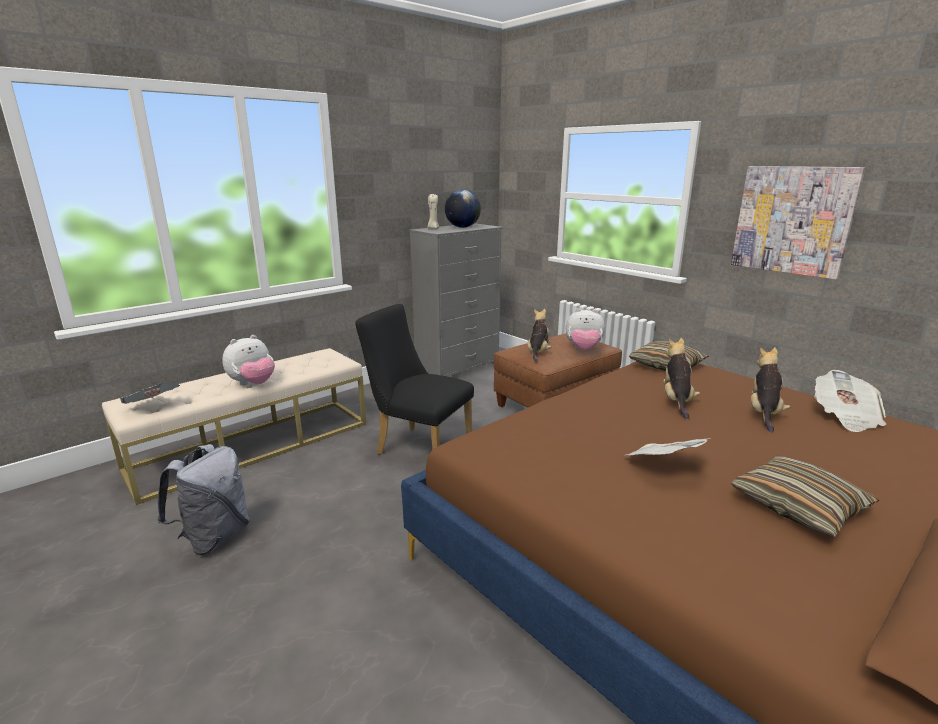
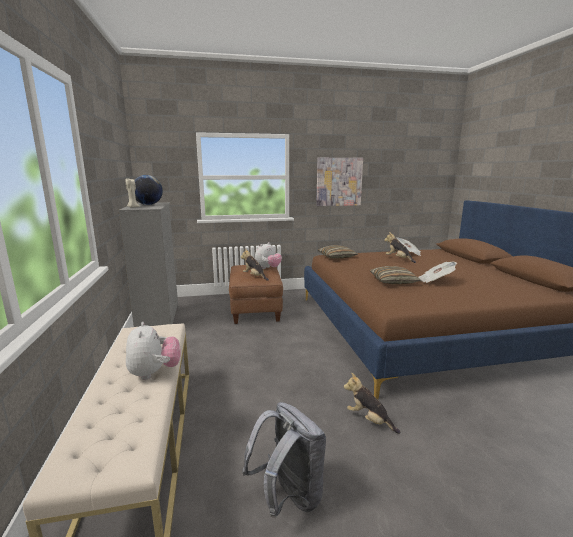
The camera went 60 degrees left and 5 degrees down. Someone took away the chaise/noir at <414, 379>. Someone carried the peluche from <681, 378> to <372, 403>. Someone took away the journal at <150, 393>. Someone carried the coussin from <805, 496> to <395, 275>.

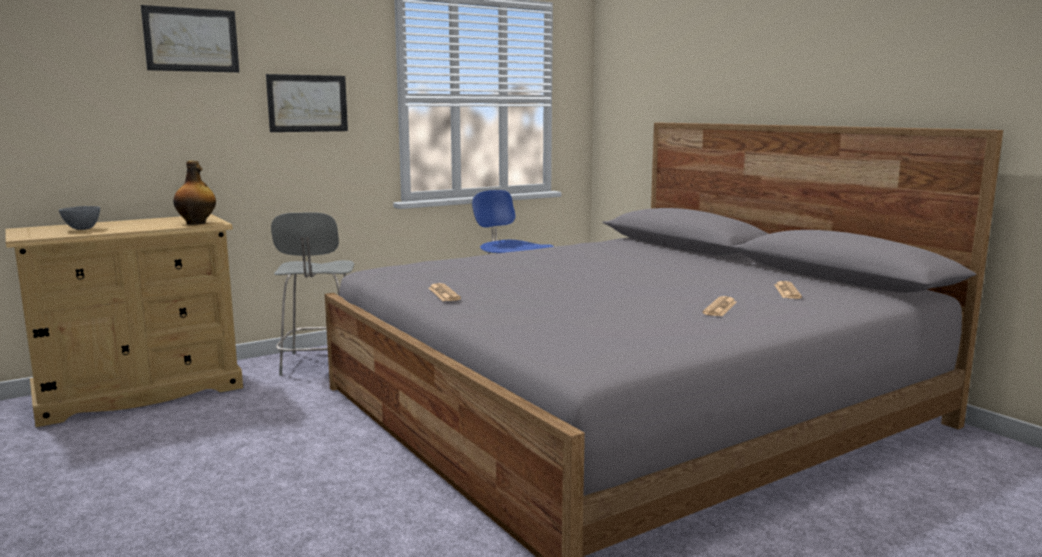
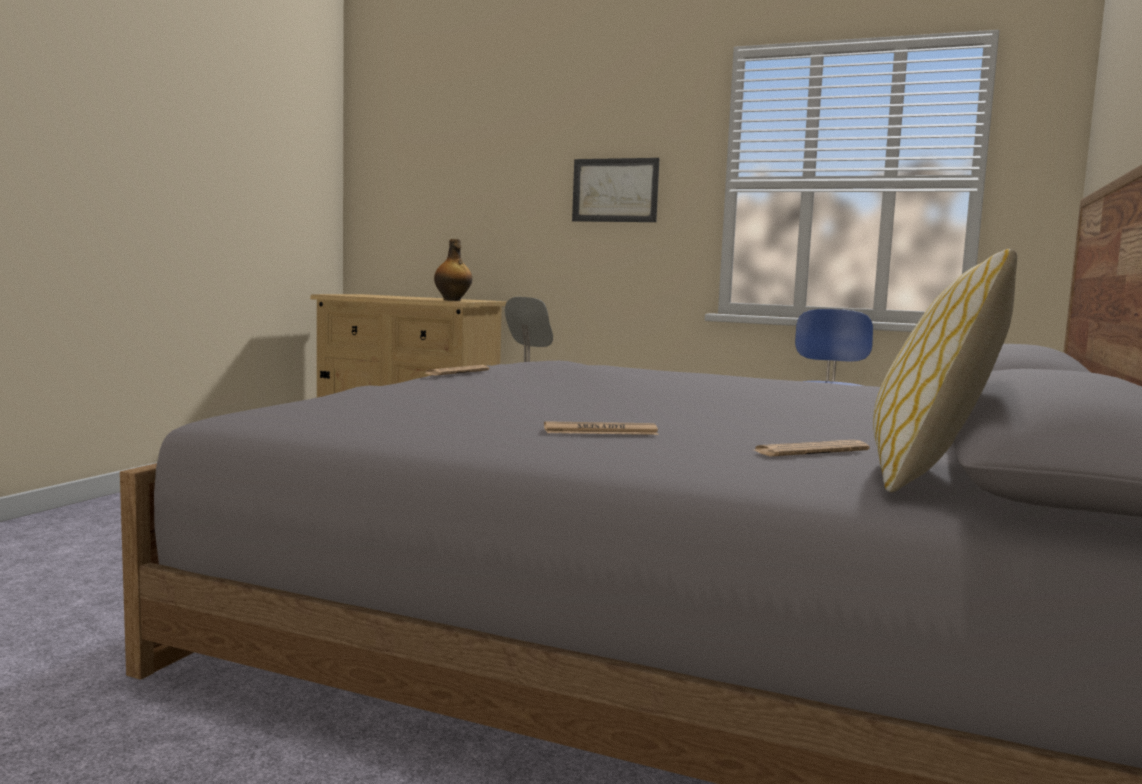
The camera went 55 degrees right and 5 degrees down. Someone took away the tableau at <190, 38>. Someone took away the bol/gris at <79, 218>. Someone put down the coussin at <945, 371>.

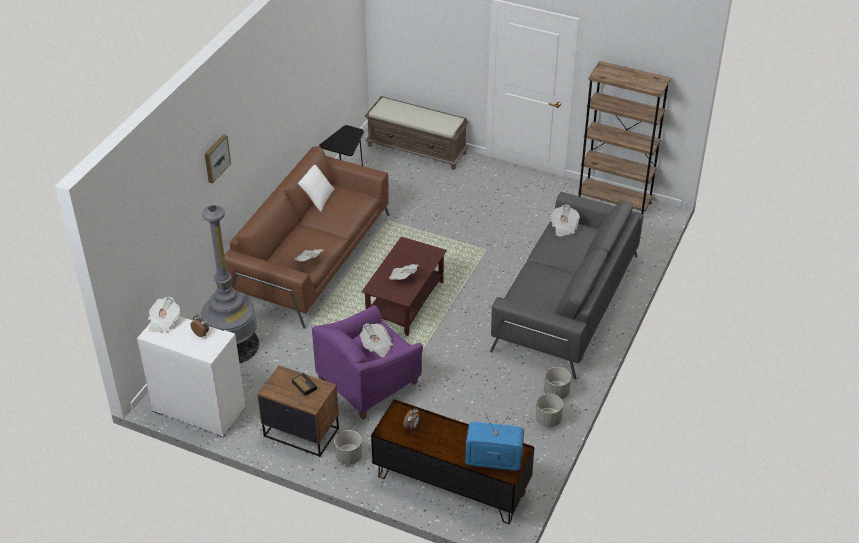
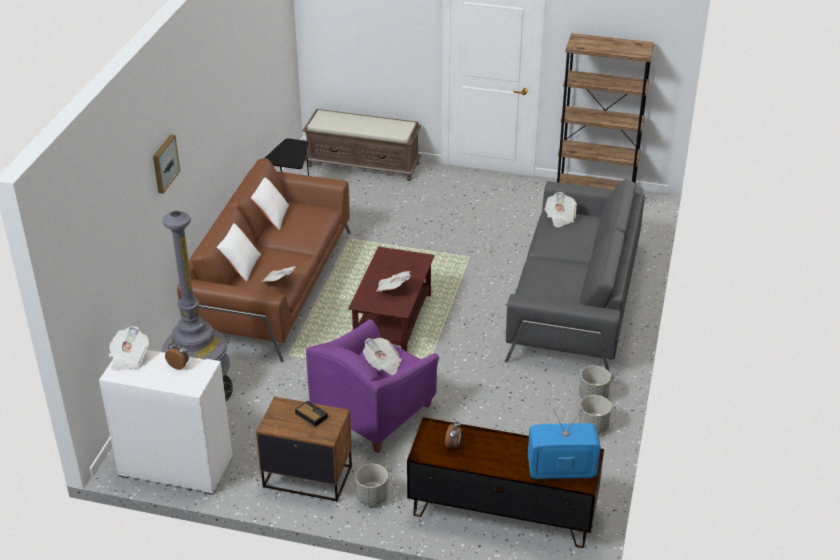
The camera went 10 degrees left and 5 degrees down. Someone put down the coussin/blanc at <239, 252>.

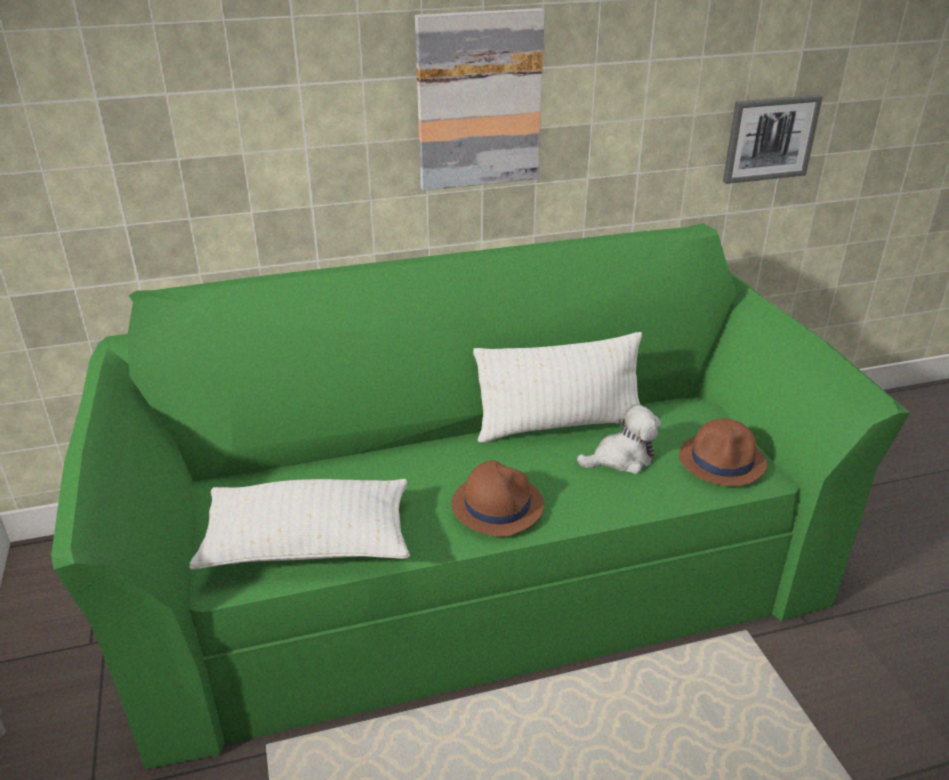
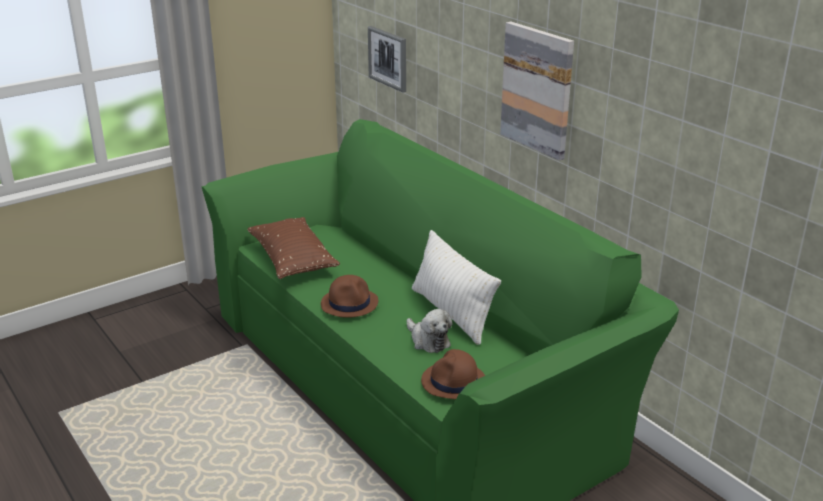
The camera went 70 degrees right and 5 degrees down. Someone carried the tableau from <773, 139> to <387, 59>. Someone repainted the coussin/blanc at <299, 524>, which became the coussin/marron at <293, 248>.

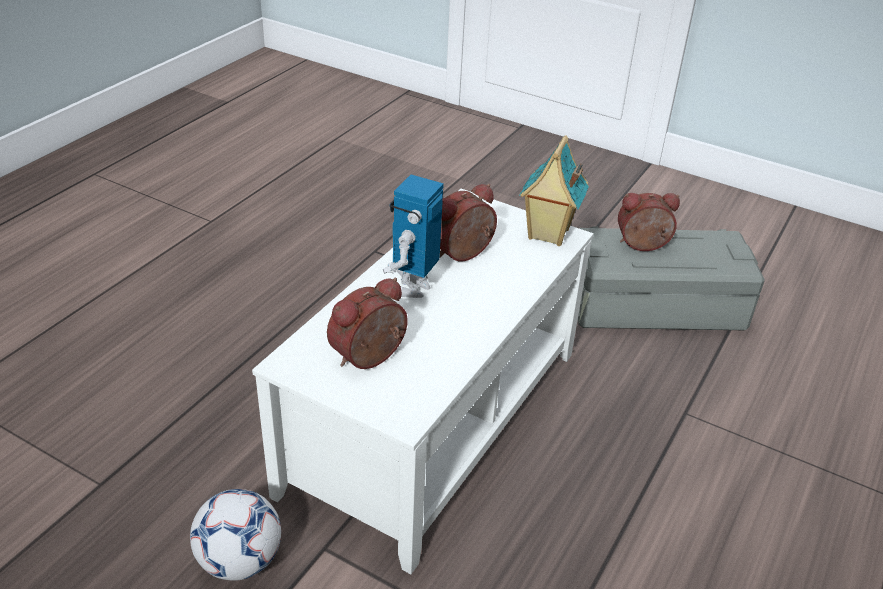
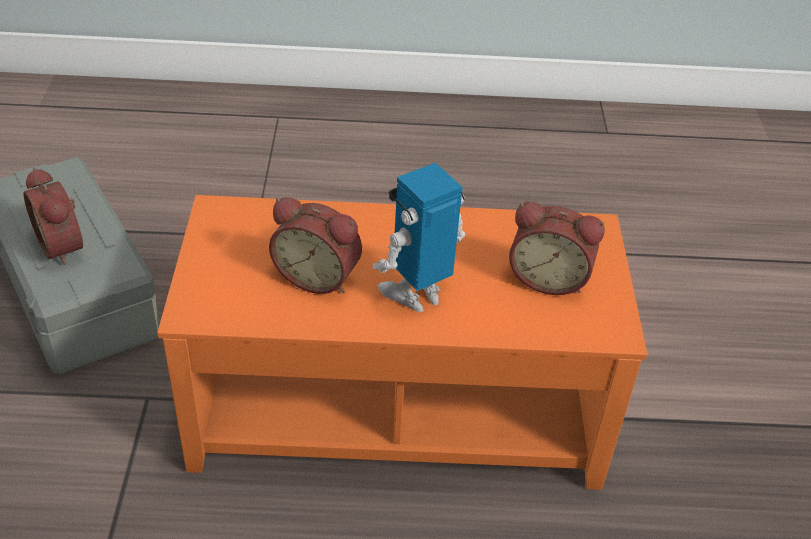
The camera went 120 degrees left and 5 degrees up. Someone took away the maison miniature at <554, 190>. Someone rotated the robot jouet at <413, 236> by 150 degrees clockwise. Someone repainted the table basse/blanc at <422, 381>, which became the table basse/orange at <402, 342>. Someone took away the ballon de foot at <235, 535>.

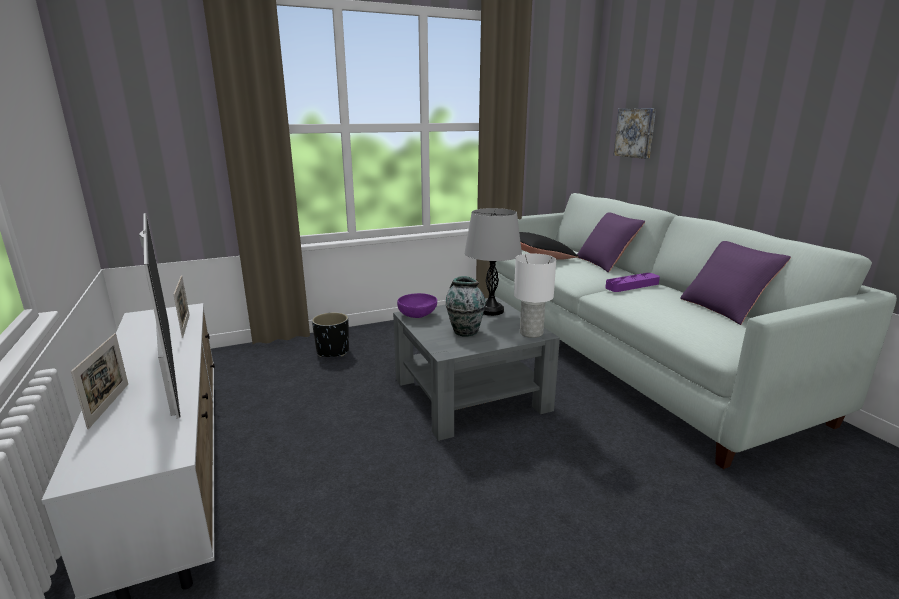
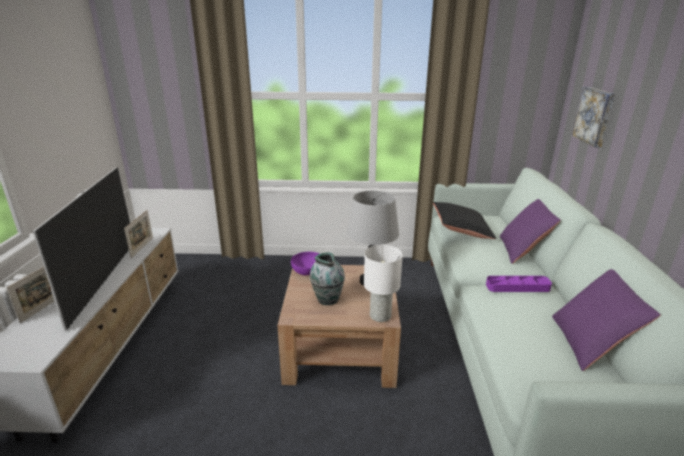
The camera went 25 degrees right and 5 degrees up. Someone repainted the table basse/gris at <476, 369>, which became the table basse/marron at <339, 326>. Someone took away the cache-pot/noir at <330, 334>.

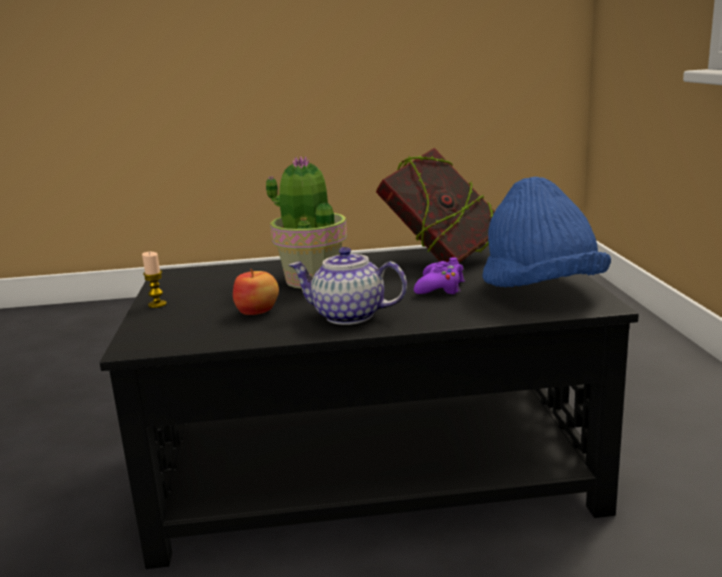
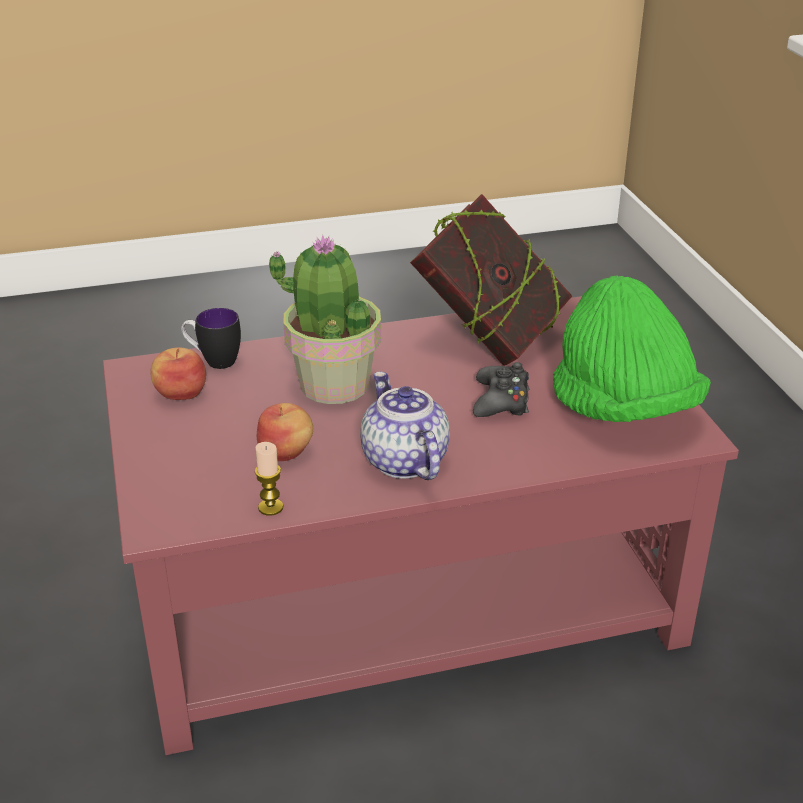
The camera went 10 degrees left and 15 degrees up. Someone repainted the chapeau/bleu at <546, 232>, which became the chapeau/vert at <632, 349>. Someone repainted the table basse/noir at <369, 406>, which became the table basse/rouge at <421, 525>. Someone rotated the théière at <348, 286> by 60 degrees clockwise. Someone carried the bougie from <154, 280> to <269, 479>. Someone repainted the manette/violet at <439, 275>, which became the manette/noir at <501, 389>. Someone put down the mug at <211, 338>. Someone put down the pomme at <178, 374>.

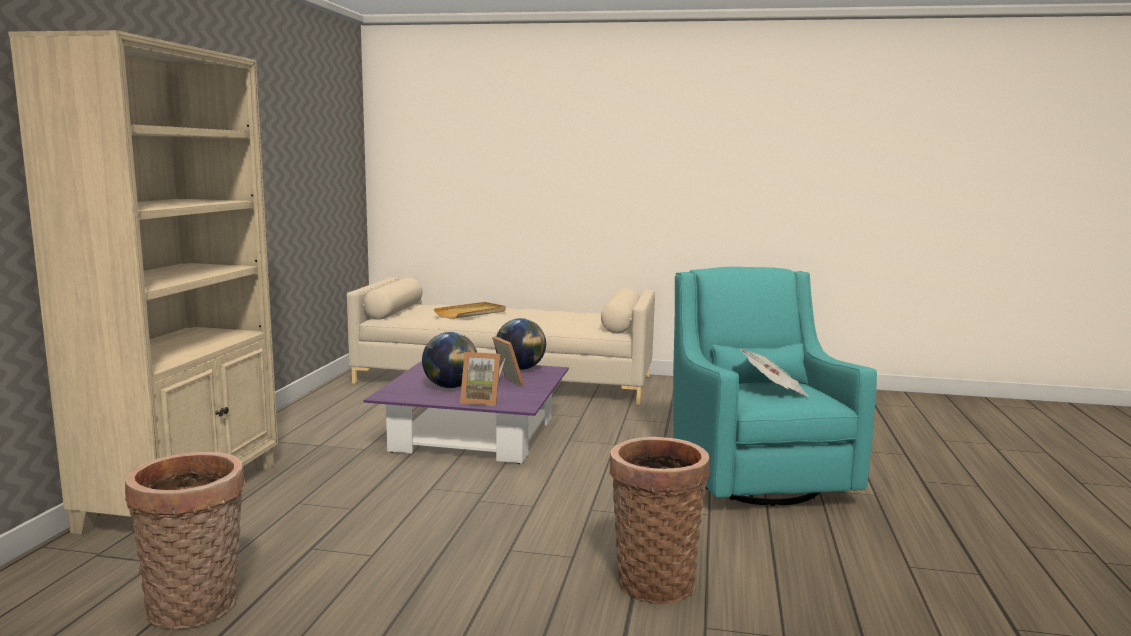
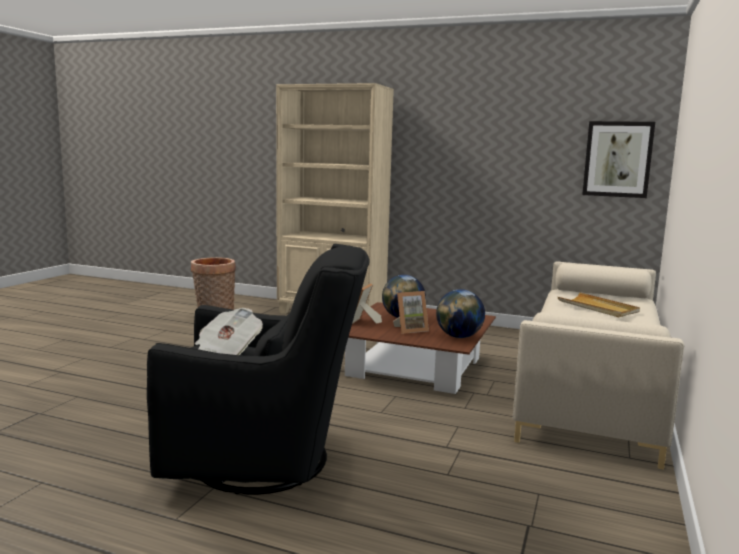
The camera went 100 degrees right and 0 degrees up. Someone repainted the fauteuil/turquoise at <775, 386>, which became the fauteuil/noir at <258, 369>. Someone repainted the table basse/violet at <466, 412>, which became the table basse/marron at <420, 348>. Someone took away the panier at <660, 520>. Someone put up the tableau at <618, 159>.

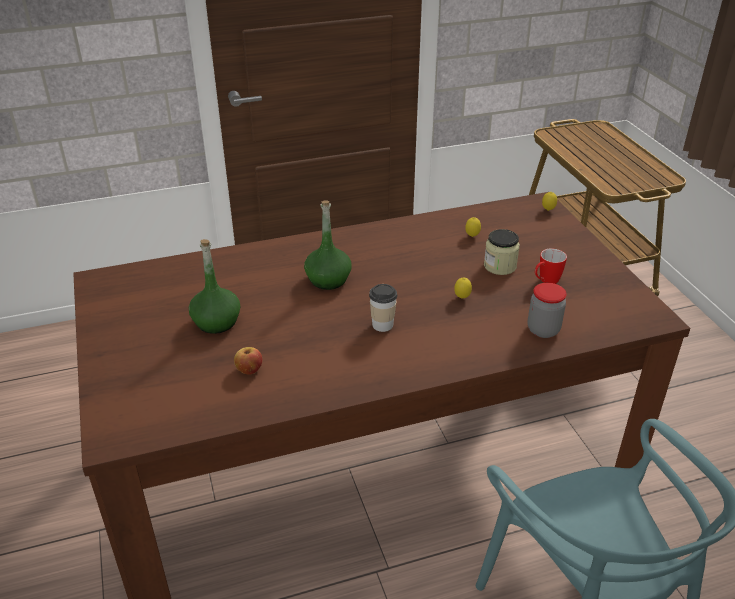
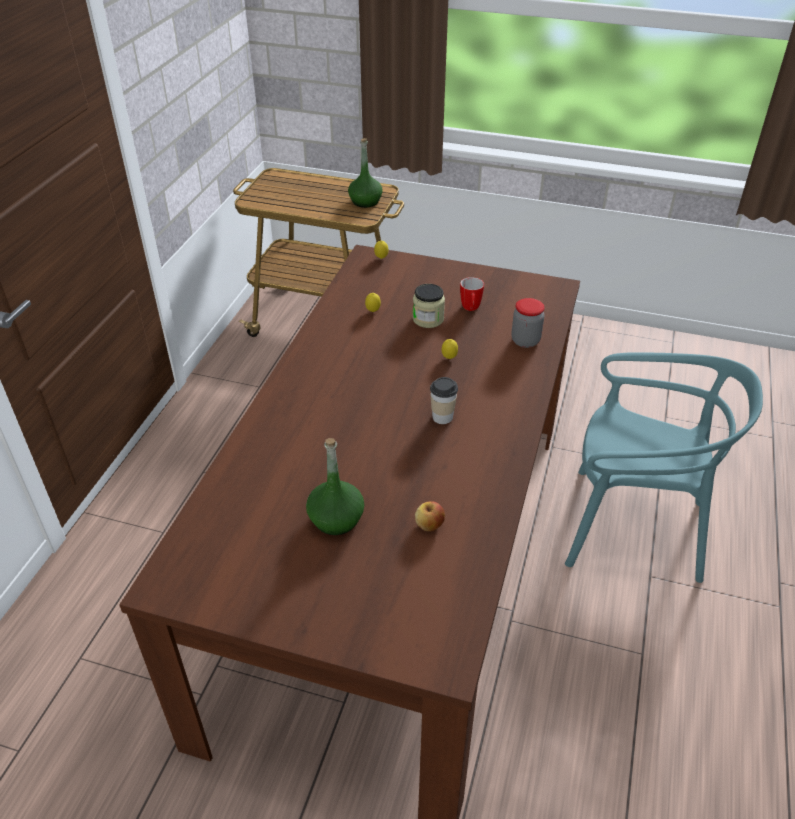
The camera went 55 degrees left and 5 degrees up. Someone carried the bouteille/vert from <328, 245> to <365, 173>.

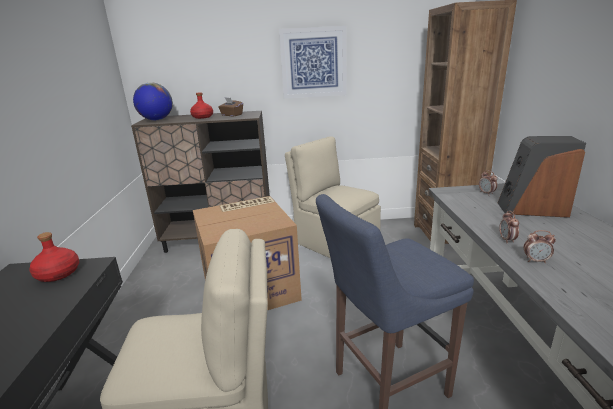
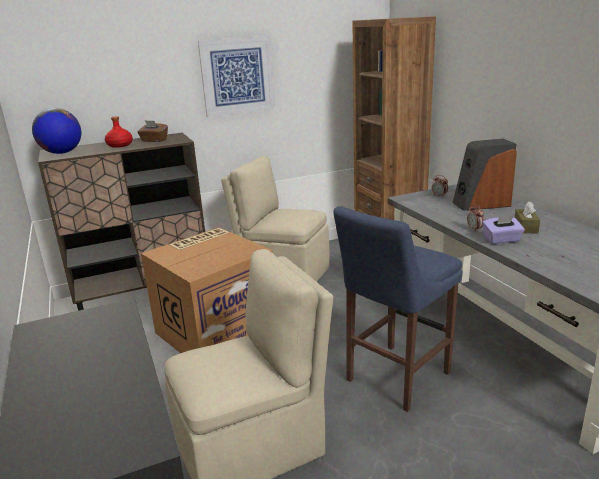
The camera went 20 degrees left and 0 degrees up. Someone swapped the réveil at <540, 246> for the boîte à mouchoirs/violet at <503, 229>. Someone took away the bouteille/rouge at <54, 257>. Someone put down the boîte à mouchoirs/marron at <527, 217>.

